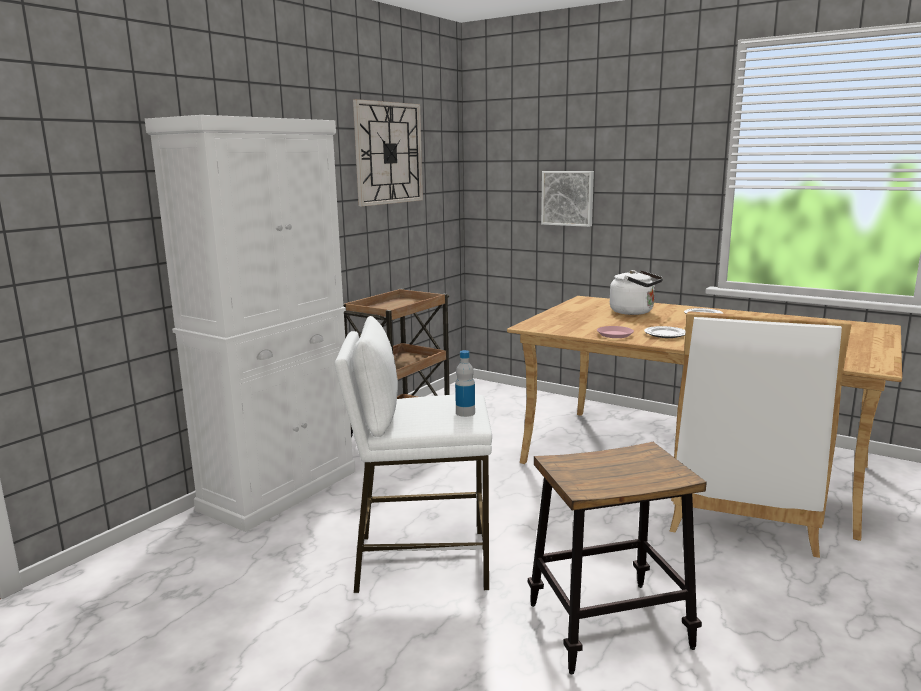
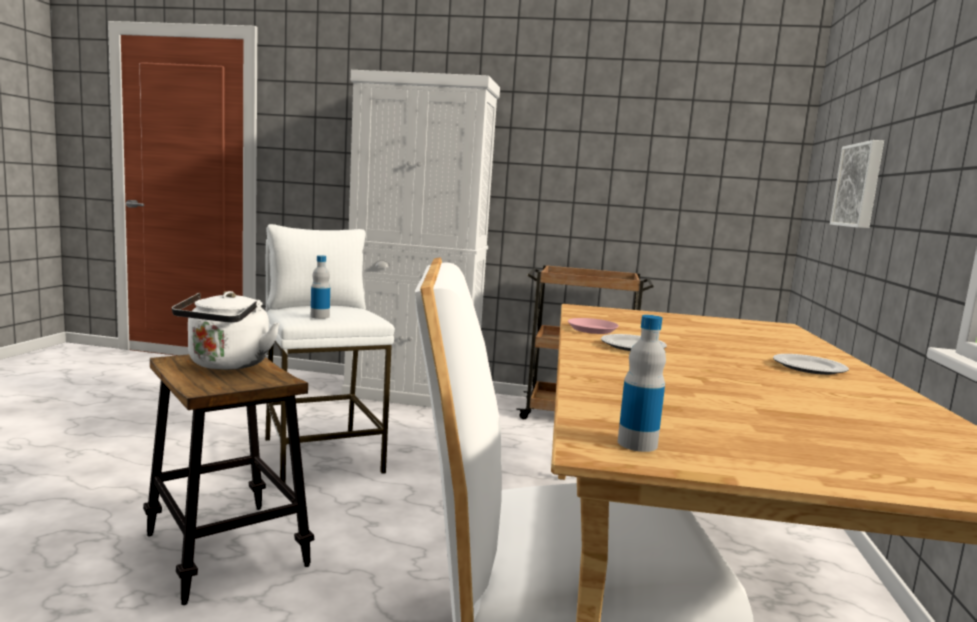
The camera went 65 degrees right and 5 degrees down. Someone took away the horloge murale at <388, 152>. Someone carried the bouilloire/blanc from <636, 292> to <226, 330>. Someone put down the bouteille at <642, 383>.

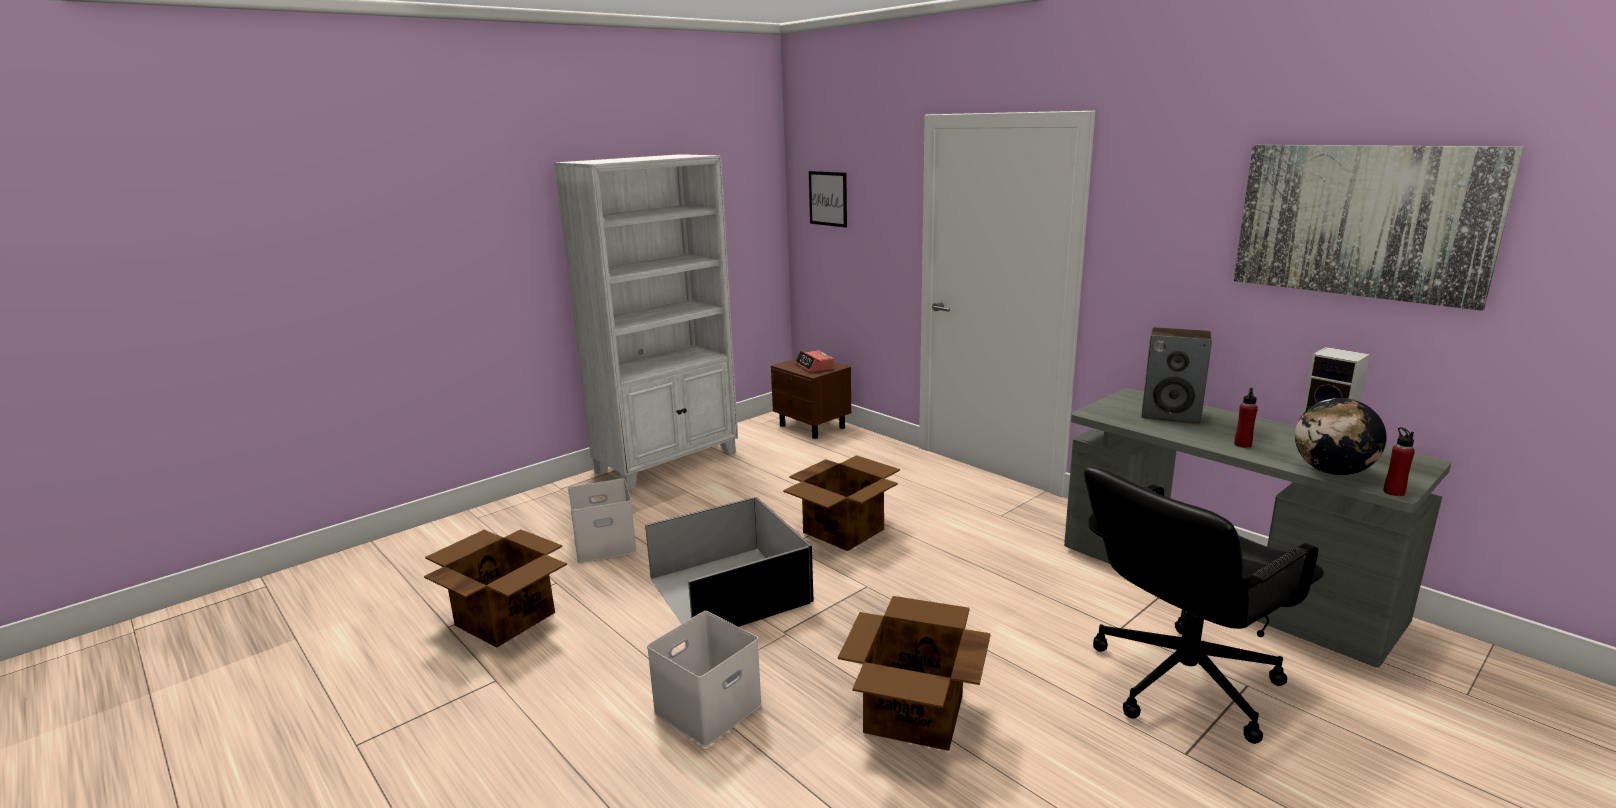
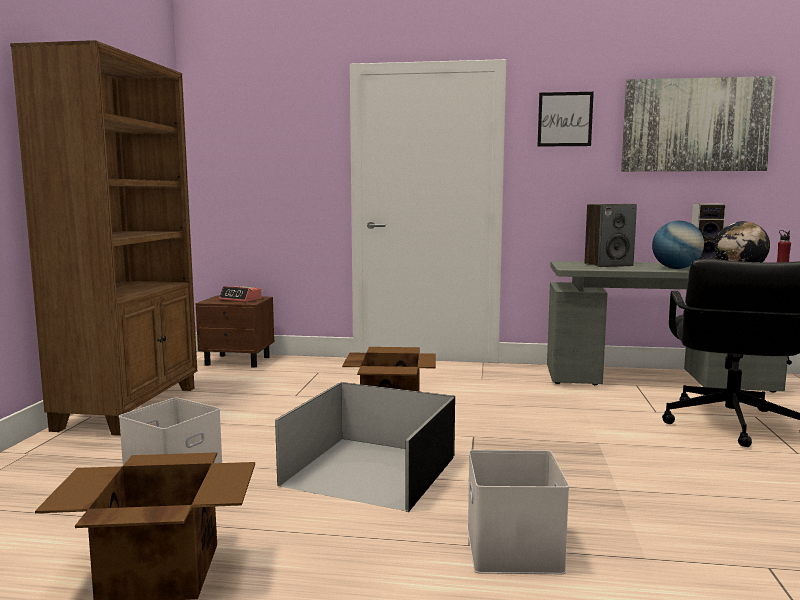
The camera went 40 degrees left and 10 degrees down. Someone repainted the bibliothèque/blanc at <646, 322>, which became the bibliothèque/marron at <103, 238>. Someone carried the tableau from <828, 199> to <565, 119>. Someone swapped the bouteille/rouge at <1246, 418> for the globe at <678, 245>. Someone took away the carton at <914, 673>.

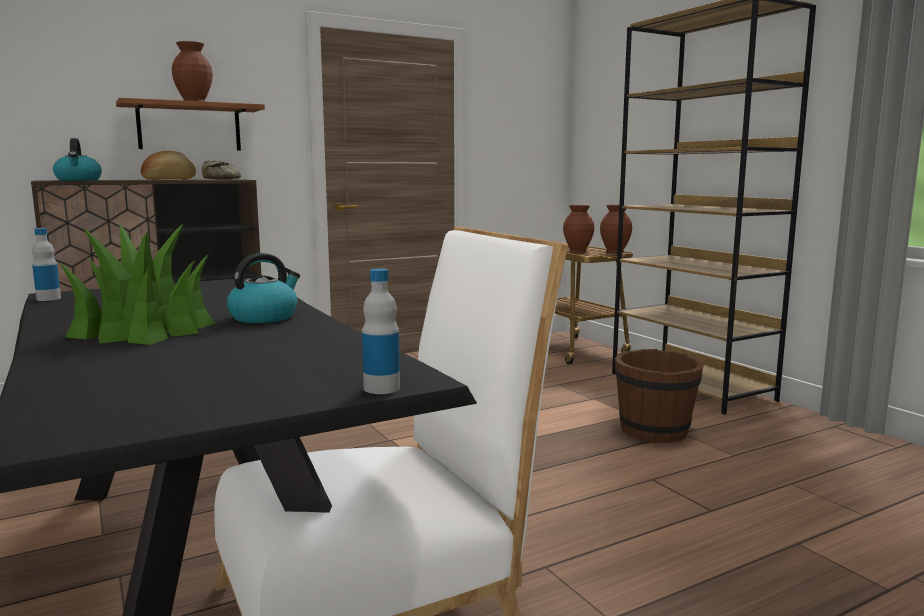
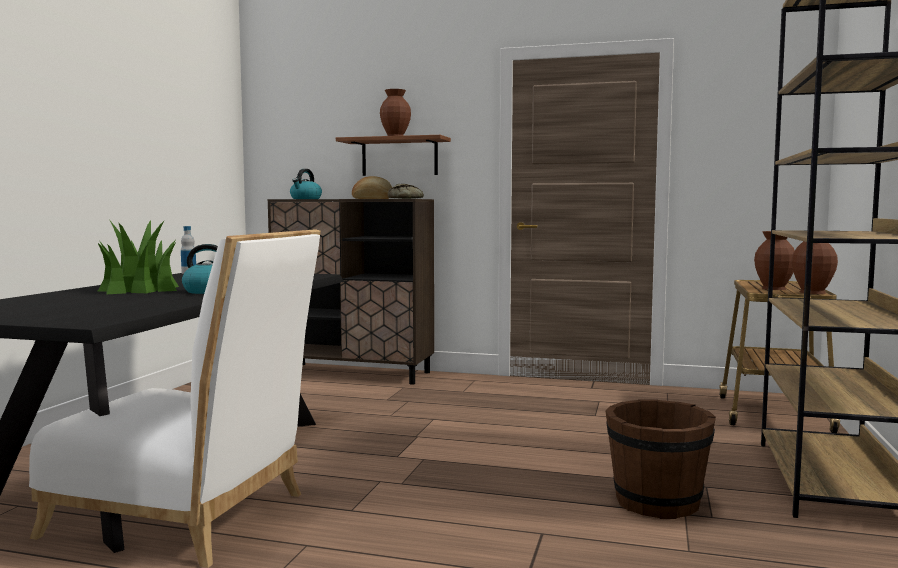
The camera went 45 degrees right and 5 degrees down. Someone took away the bouteille at <381, 331>.

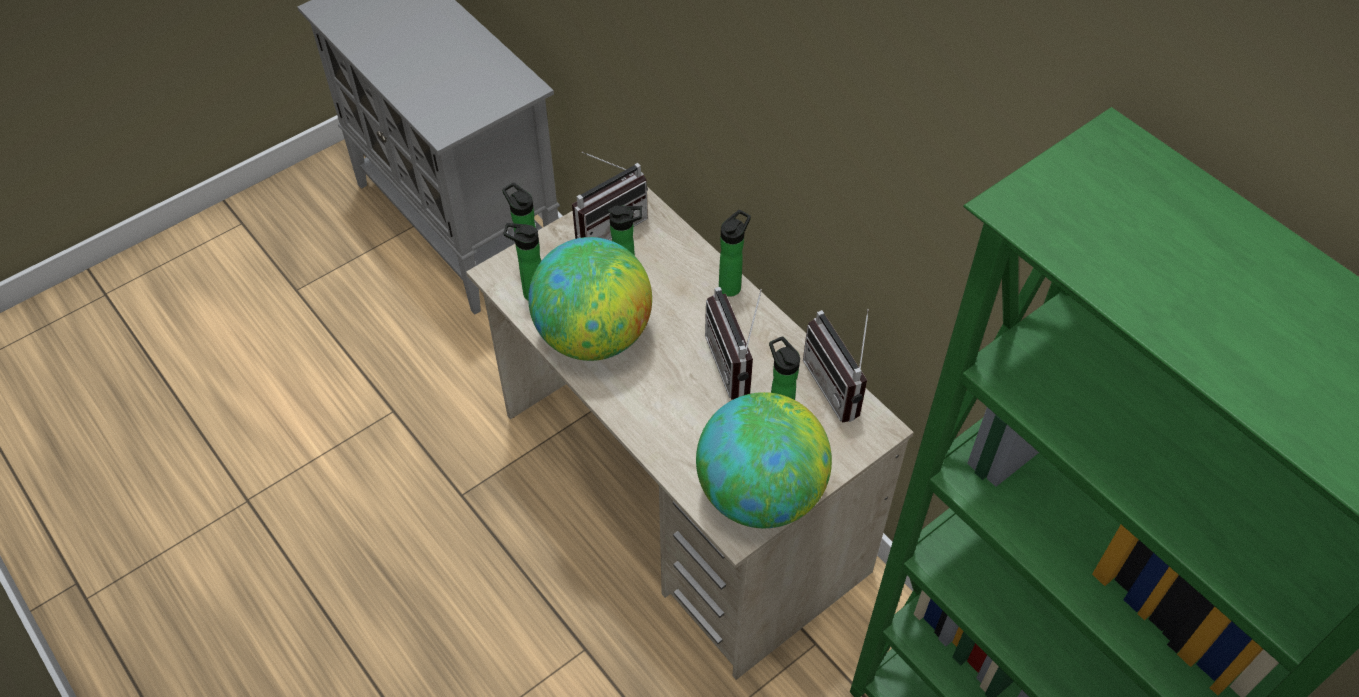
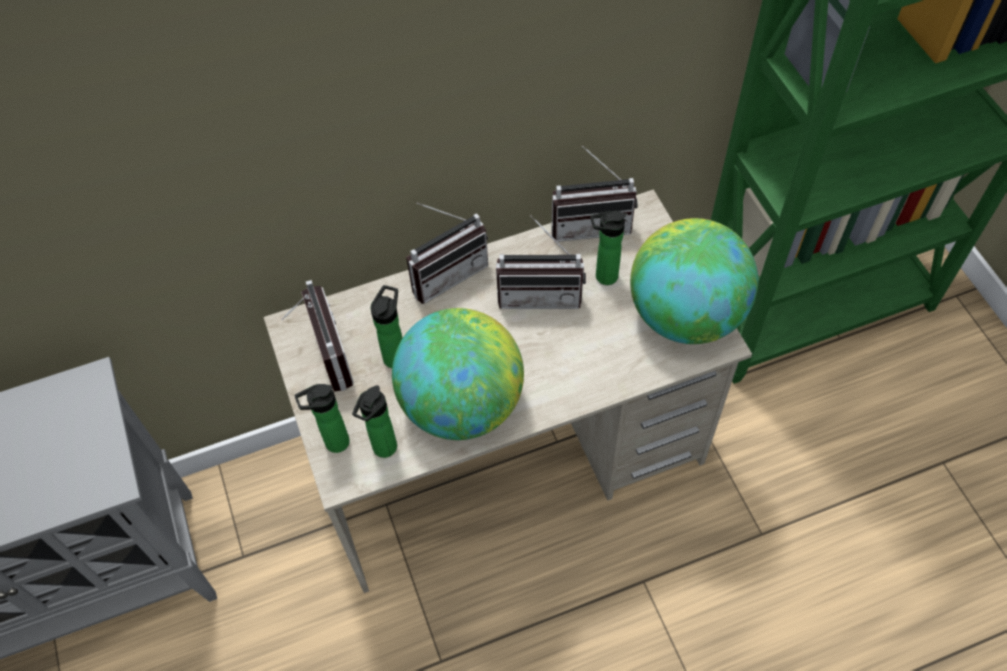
The camera went 70 degrees left and 5 degrees up. Someone swapped the bouteille at <735, 253> for the radio at <447, 253>.

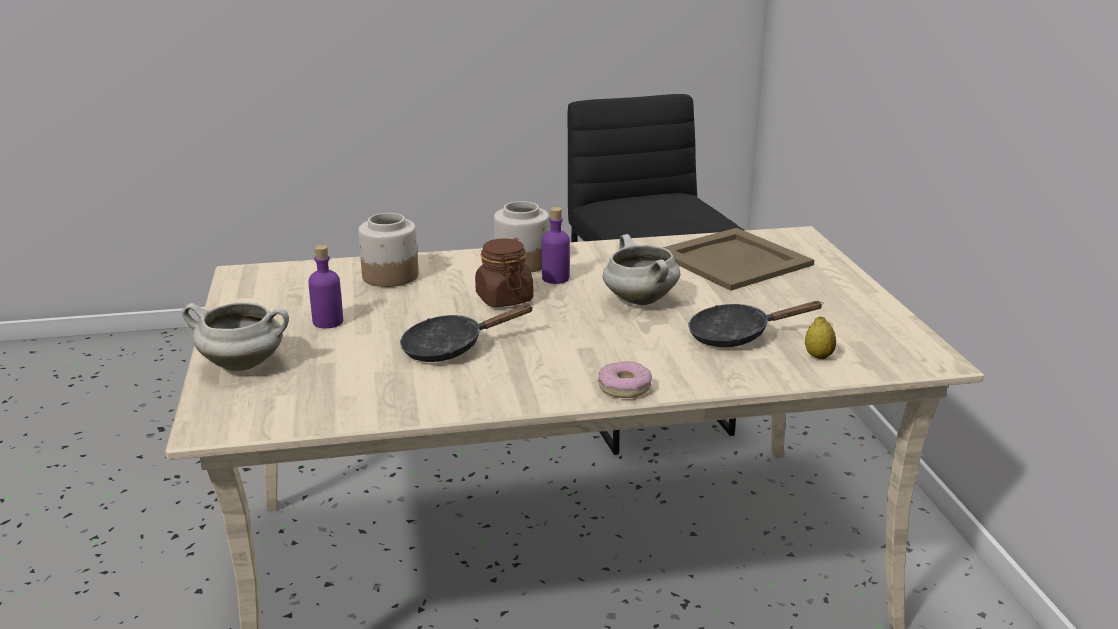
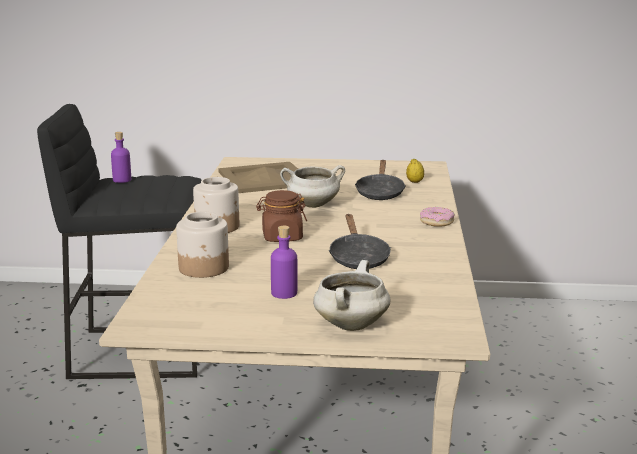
The camera went 75 degrees left and 5 degrees down. Someone carried the bouteille/violet from <556, 245> to <121, 157>.

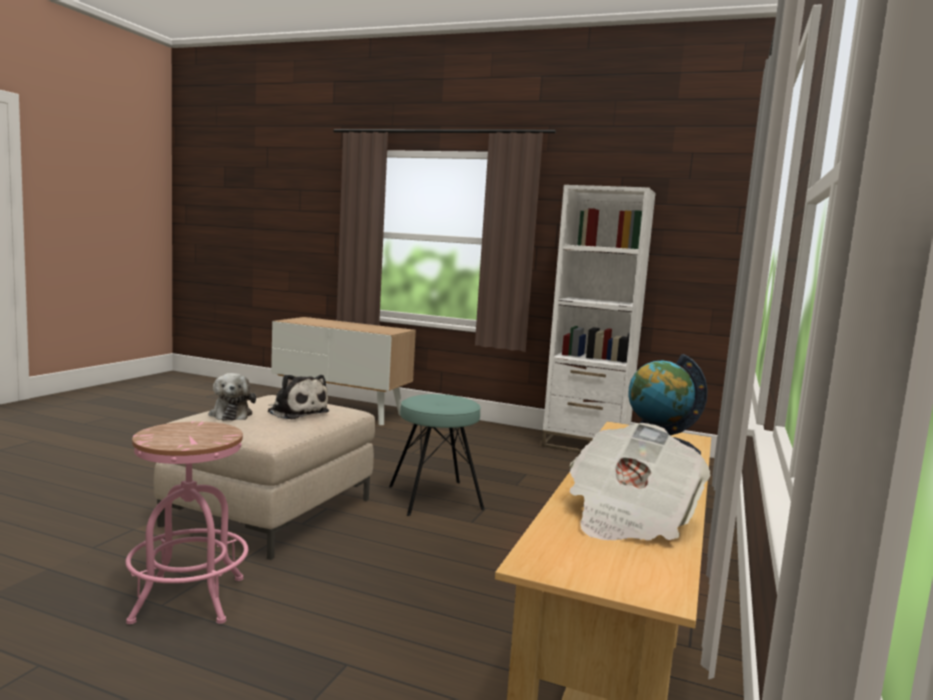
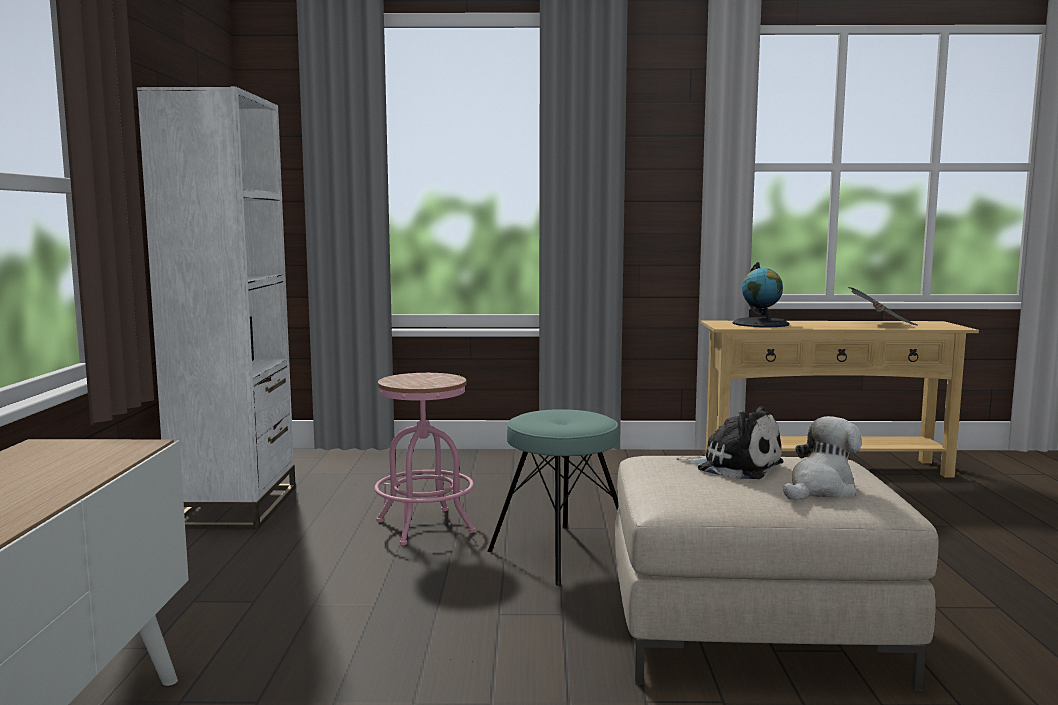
The camera went 110 degrees left and 0 degrees up. Someone rotated the peluche at <298, 396> by 105 degrees clockwise. Someone carried the tabouret/rose from <186, 523> to <425, 459>.

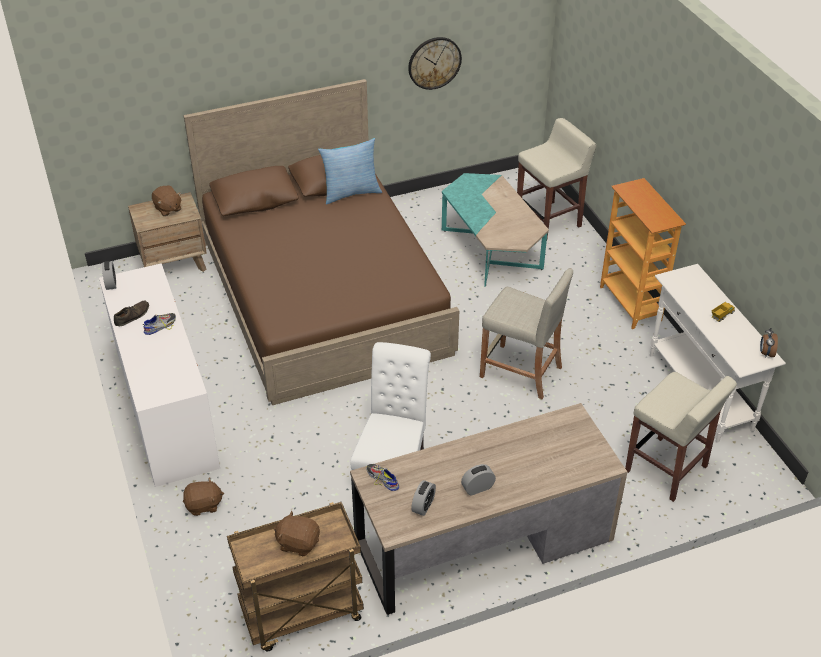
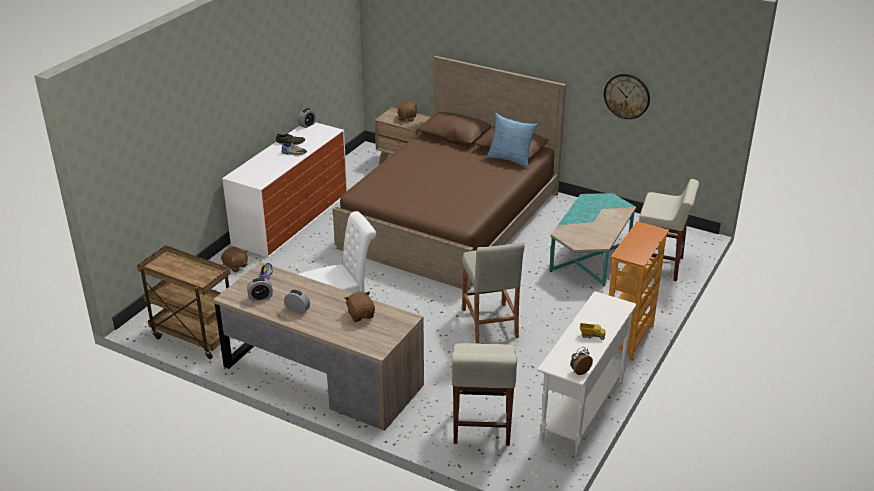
The camera went 50 degrees right and 10 degrees down. Someone carried the peluche/marron from <297, 533> to <359, 306>.

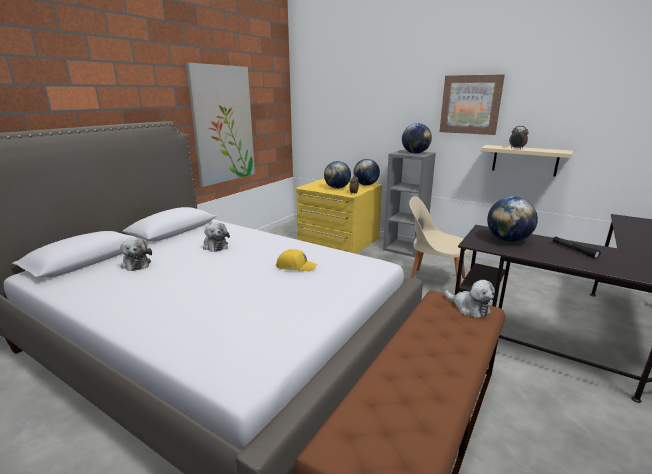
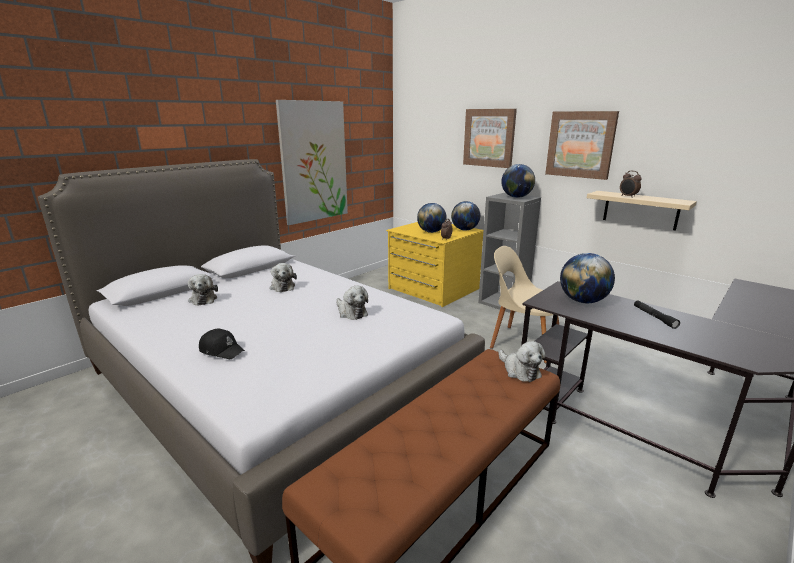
The camera went 10 degrees right and 0 degrees up. Someone swapped the casquette/jaune at <296, 260> for the peluche at <352, 303>. Someone put up the tableau at <490, 138>. Someone put down the casquette/noir at <222, 343>.

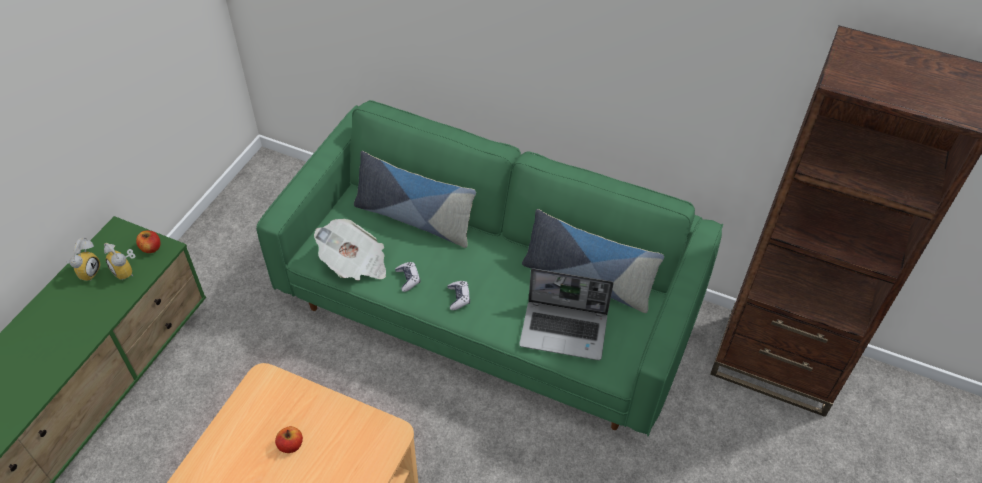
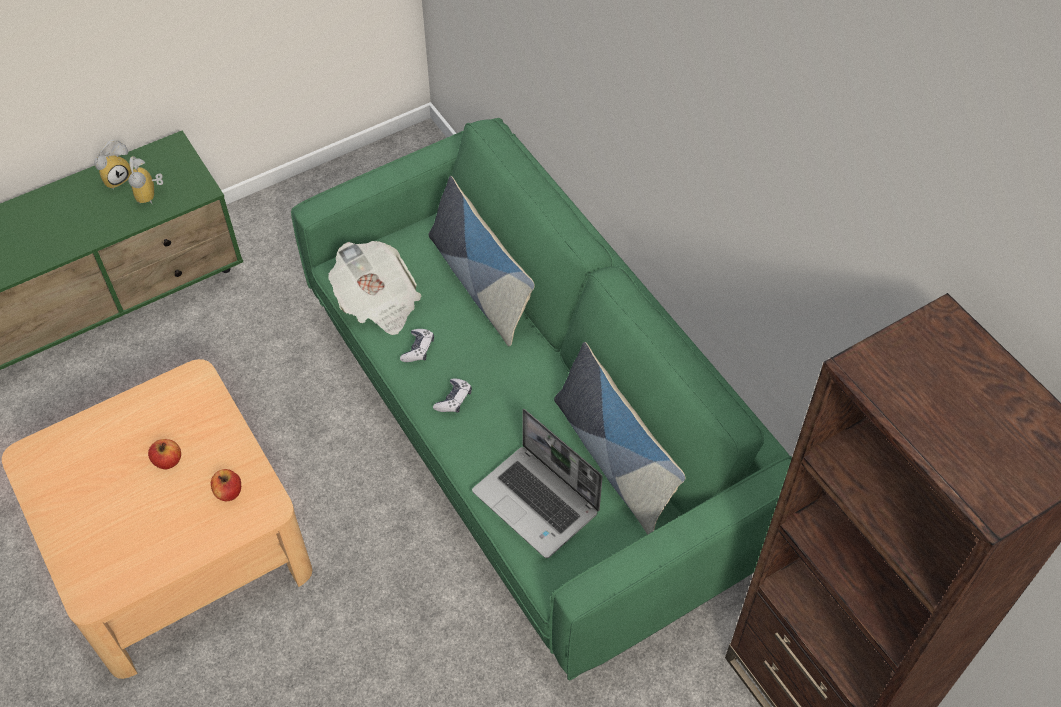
The camera went 35 degrees right and 5 degrees up. Someone carried the pomme from <148, 242> to <226, 485>.

